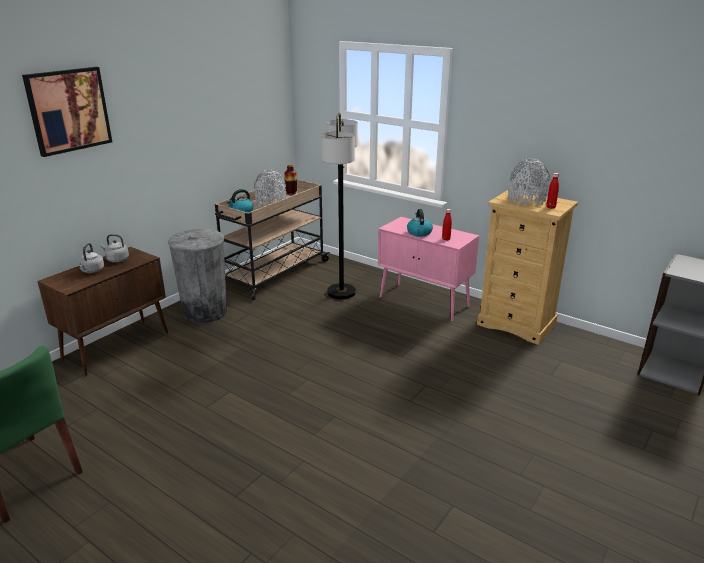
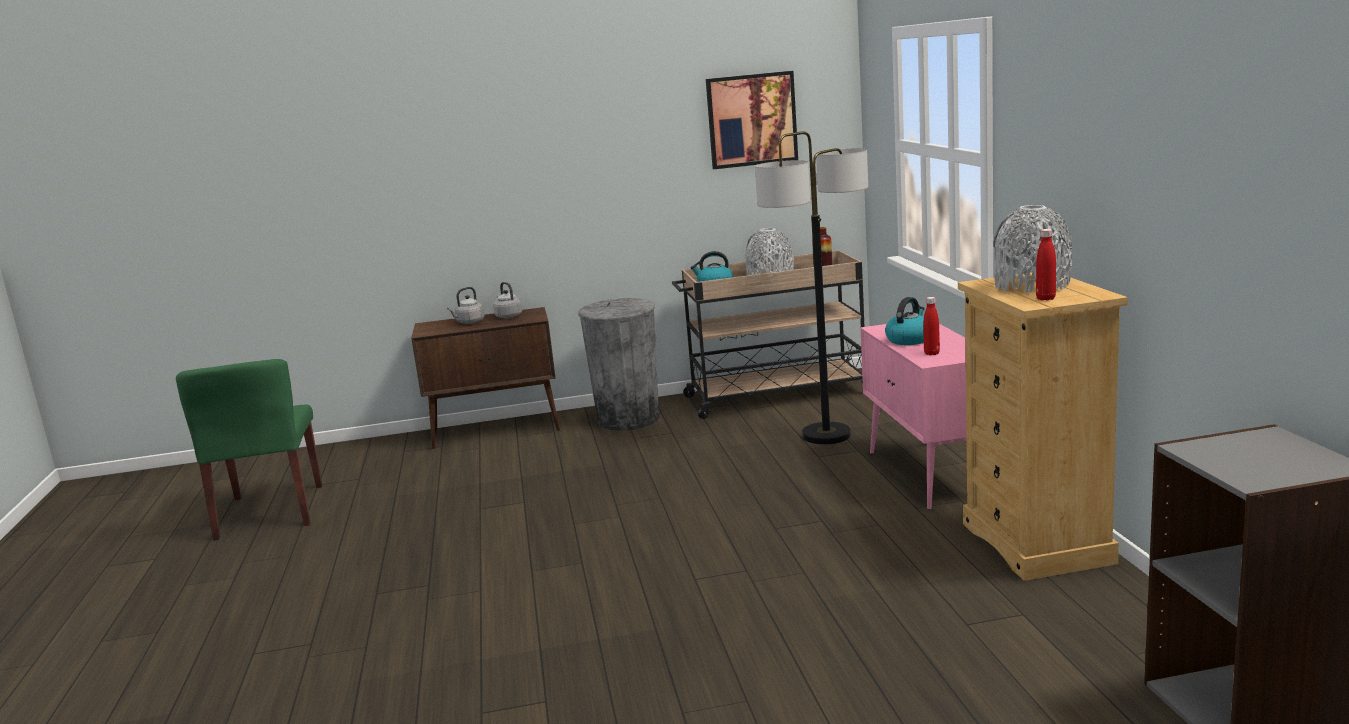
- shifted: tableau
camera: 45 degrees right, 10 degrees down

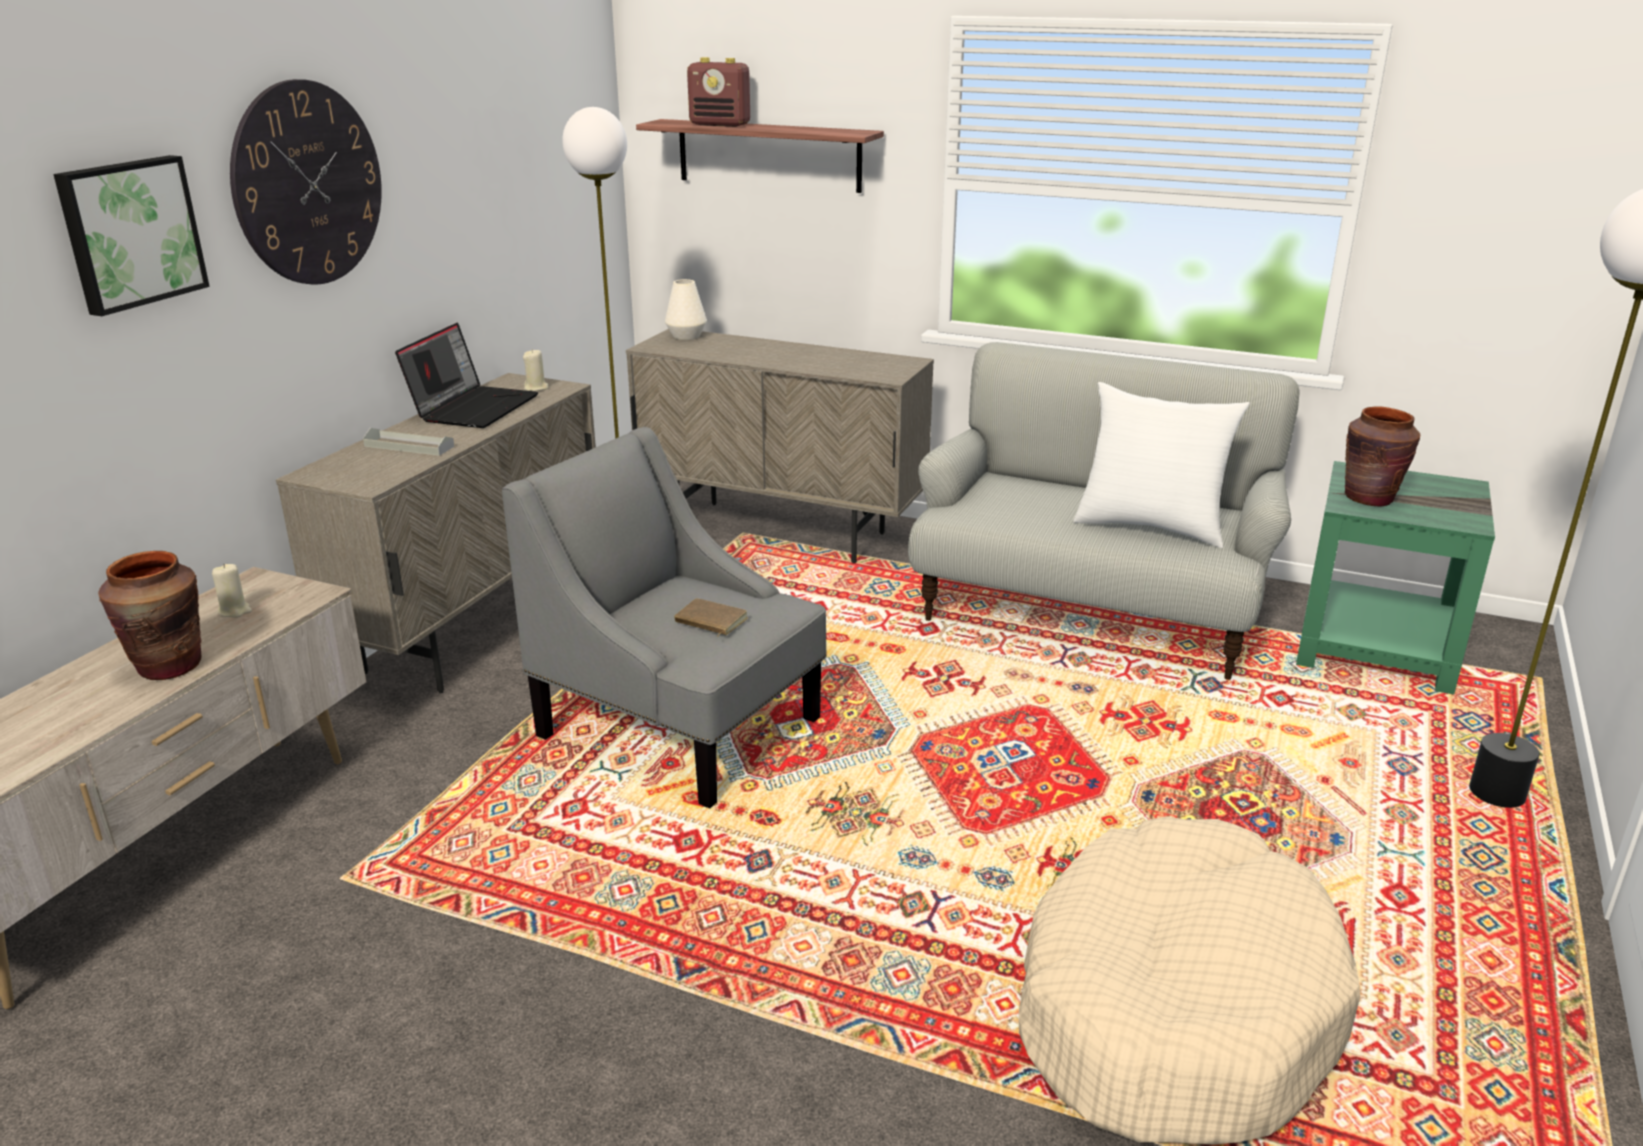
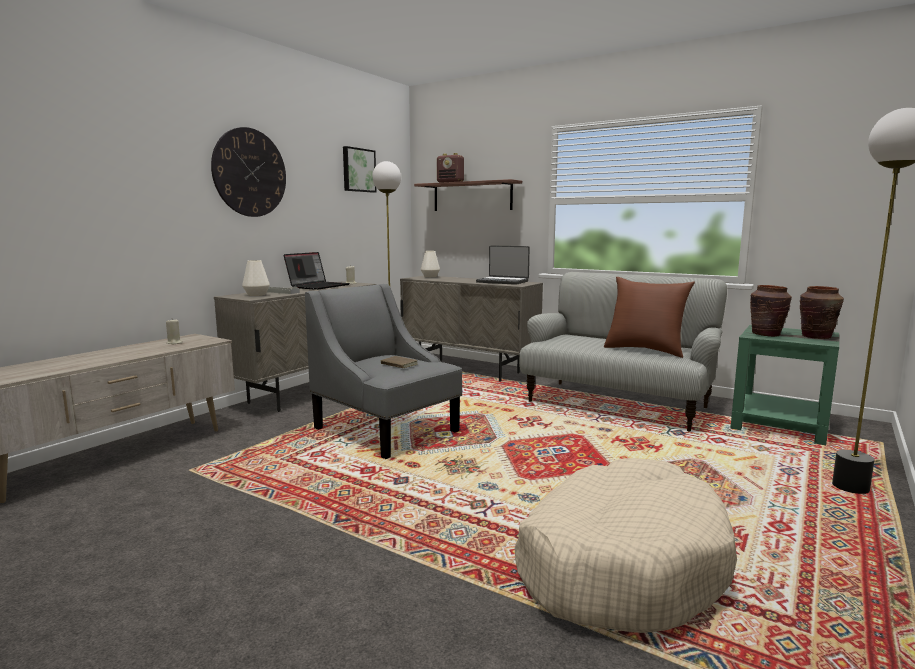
- shifted: tableau
- repainted: coussin/blanc to coussin/marron
- shifted: vase/marron (no. 1 from left in the first image) to vase/marron (no. 2 from left)
- new: ordinateur portable (no. 2 from left)
- new: vase/blanc (no. 1 from left)
camera: 10 degrees right, 15 degrees down

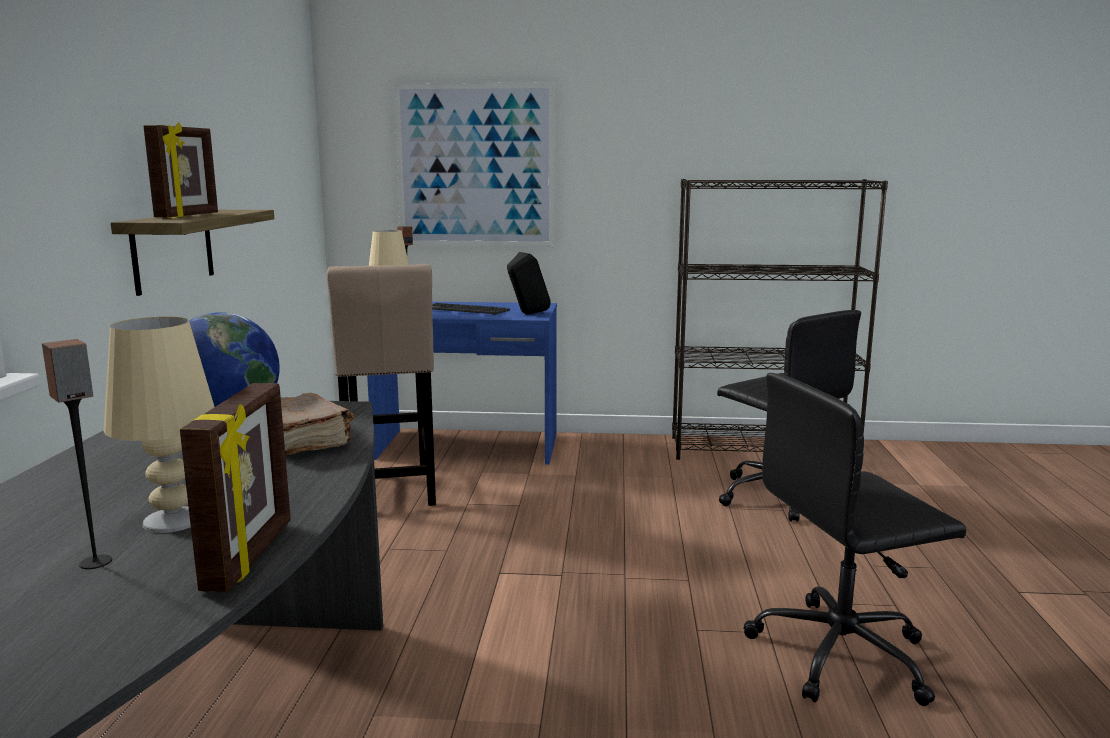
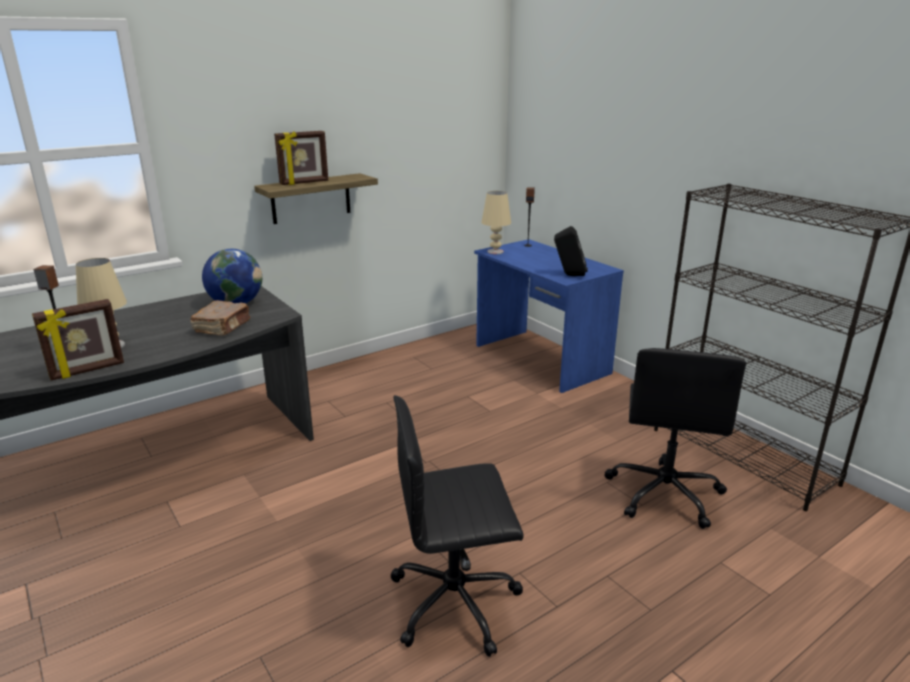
- gone: tableau
- gone: tabouret/beige
- gone: clavier
- rotated: chaise de bureau/noir (no. 2 from left in the first image) 45 degrees counterclockwise
camera: 50 degrees right, 10 degrees up

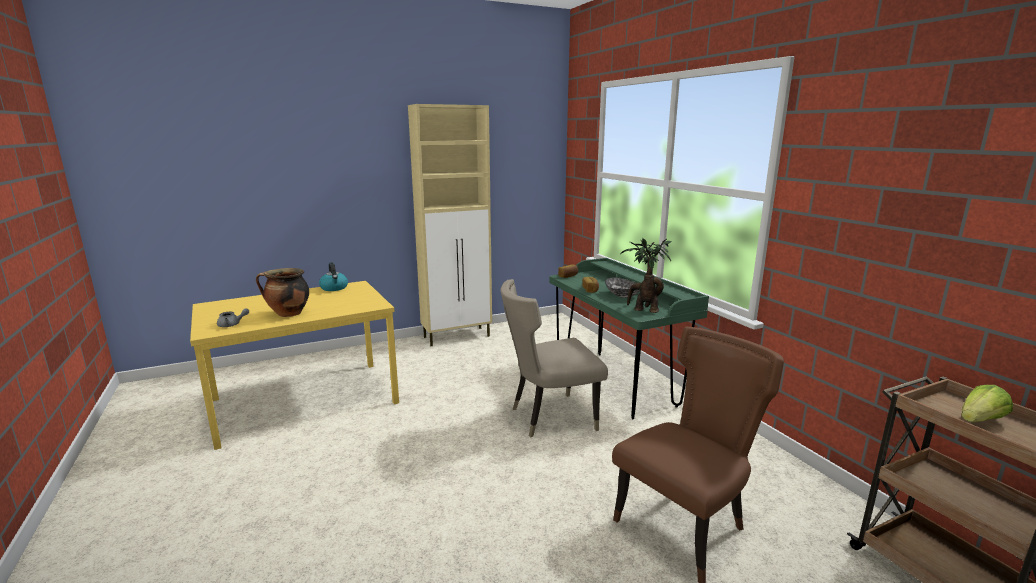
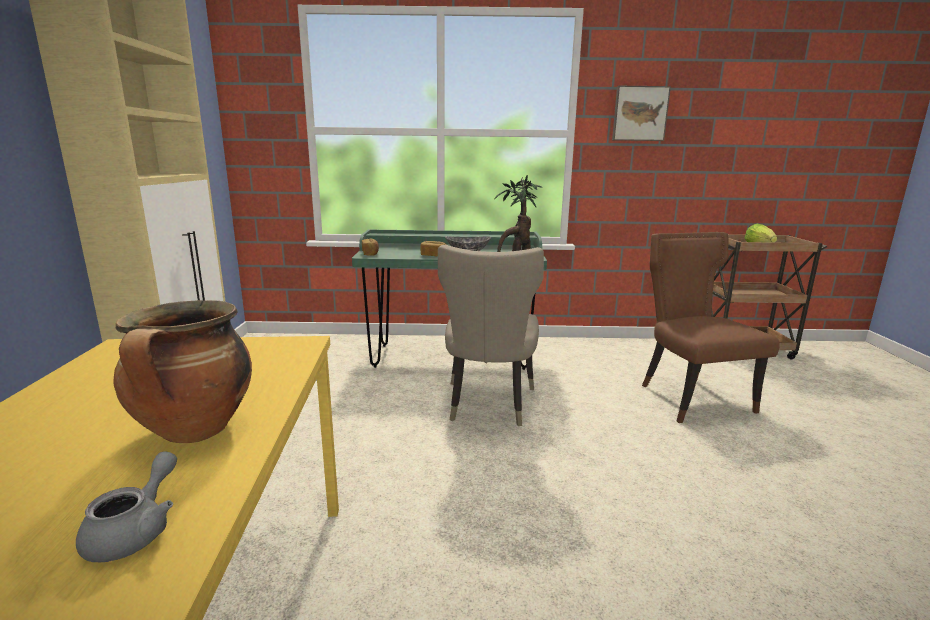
- gone: bouilloire
- new: tableau
camera: 65 degrees left, 0 degrees up

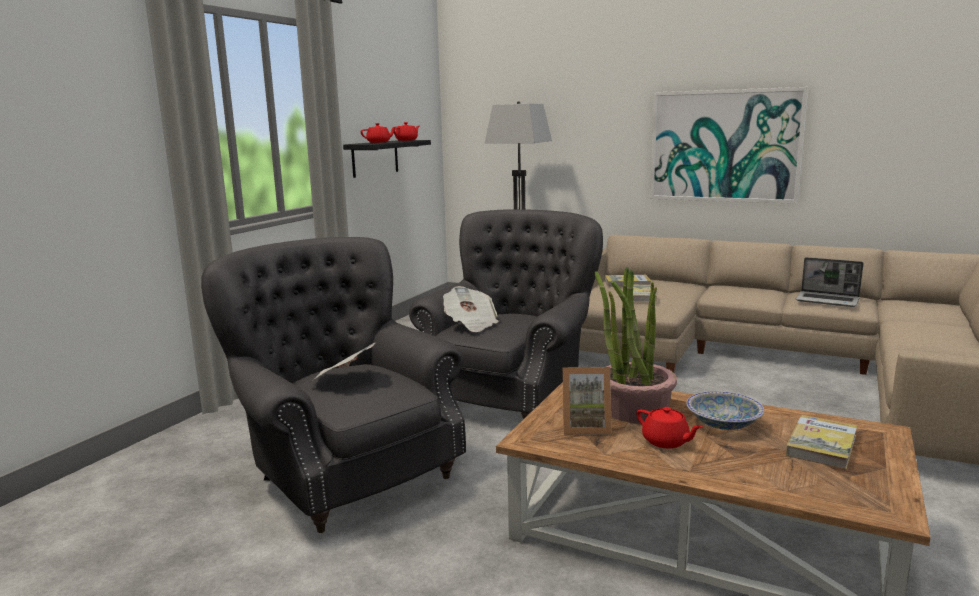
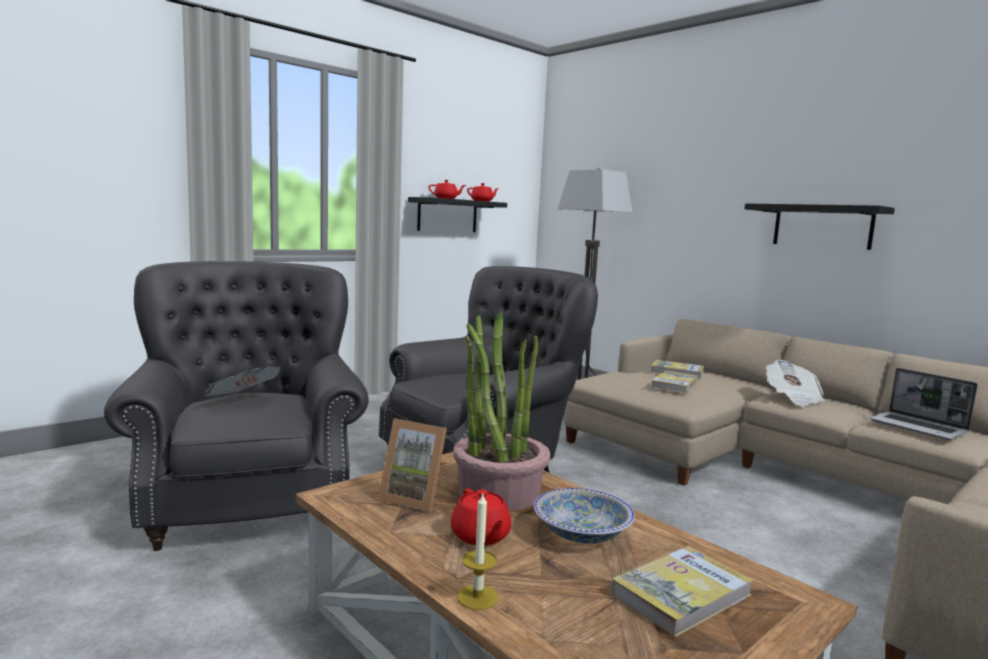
- swapped: tableau to étagère/noir (no. 2 from left)
- shifted: journal (no. 2 from left)
- new: bougie
camera: 20 degrees right, 5 degrees down

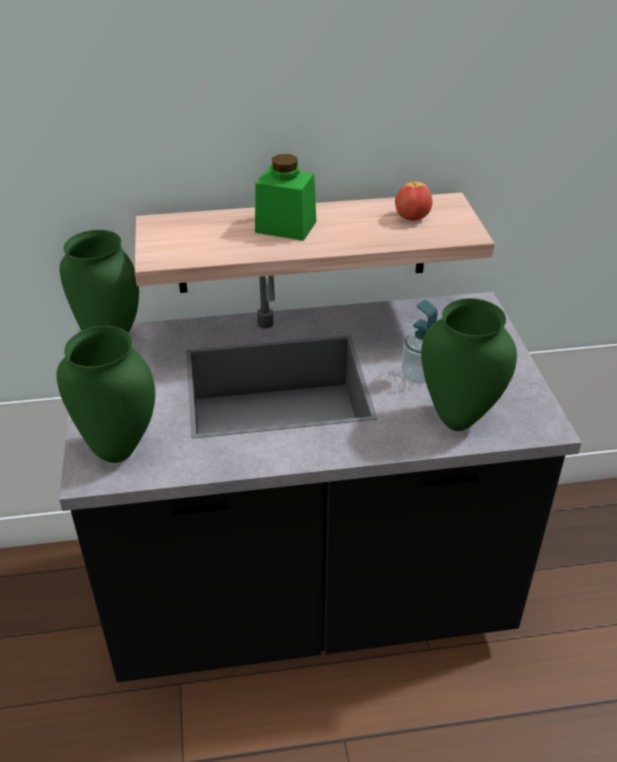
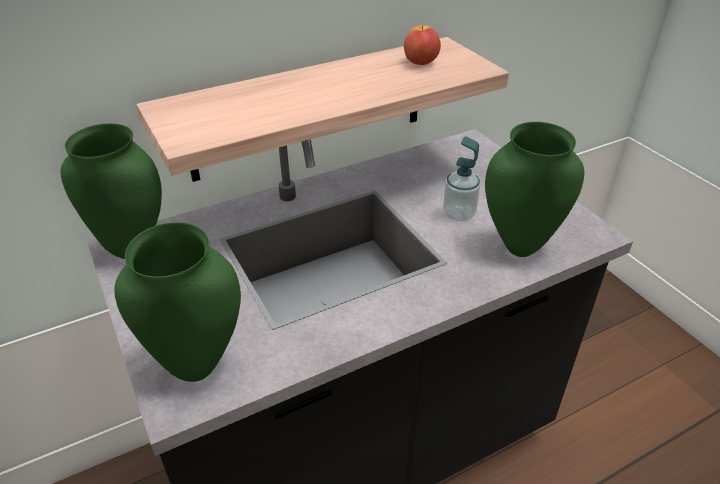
- gone: bocal/vert
camera: 20 degrees left, 0 degrees up

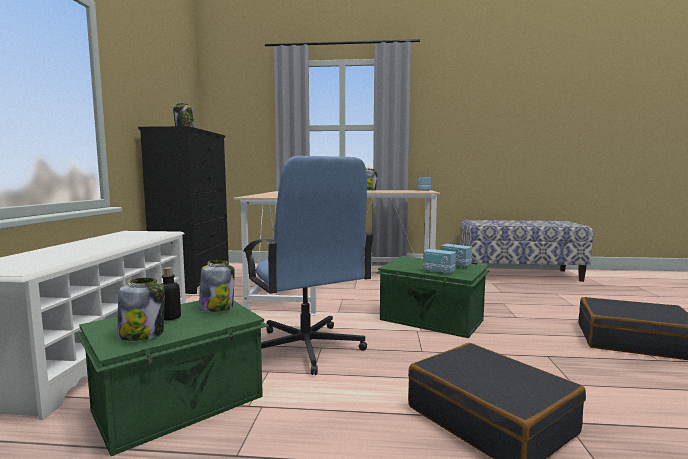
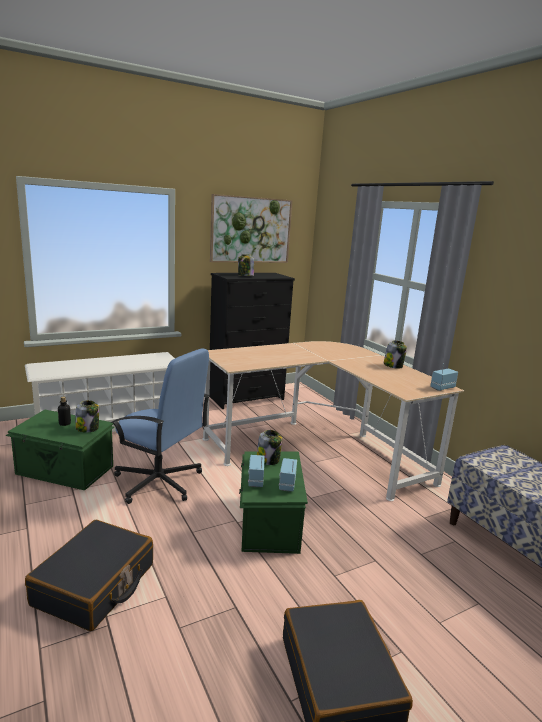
- rotated: chaise de bureau/bleu 90 degrees counterclockwise
- shifted: bocal (no. 1 from left in the first image) to bocal (no. 3 from left)
- new: tableau
camera: 55 degrees right, 10 degrees up

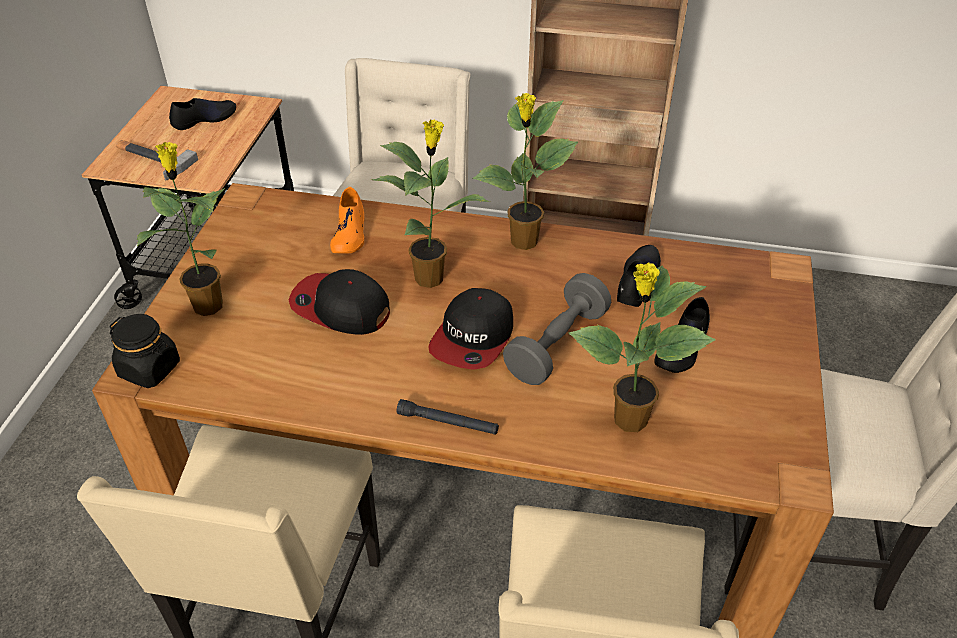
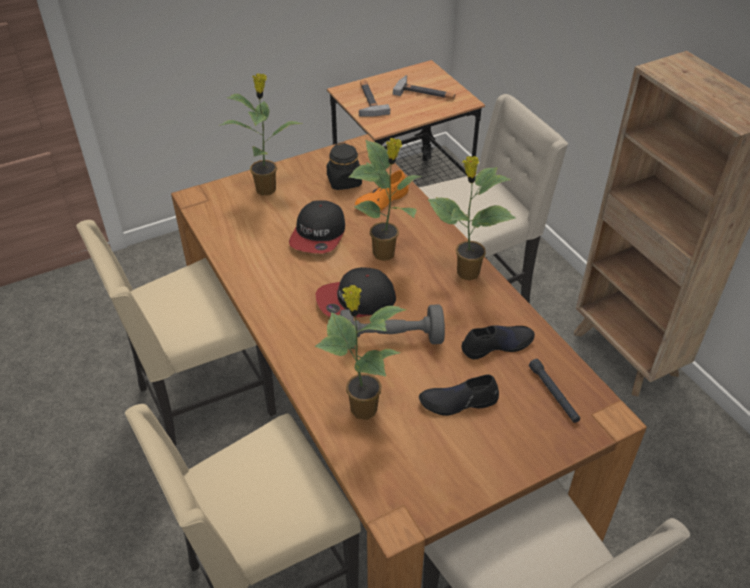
- swapped: chaussure/noir (no. 1 from left) to marteau (no. 2 from left)
- rotated: casquette (no. 1 from left) 150 degrees counterclockwise
- shifted: bocal/noir
- shifted: lampe de poche/noir
camera: 50 degrees right, 0 degrees up

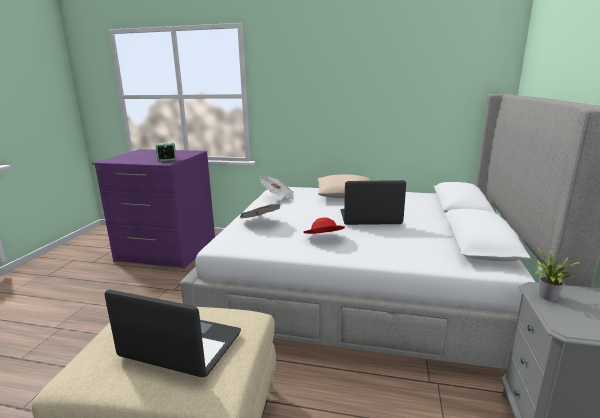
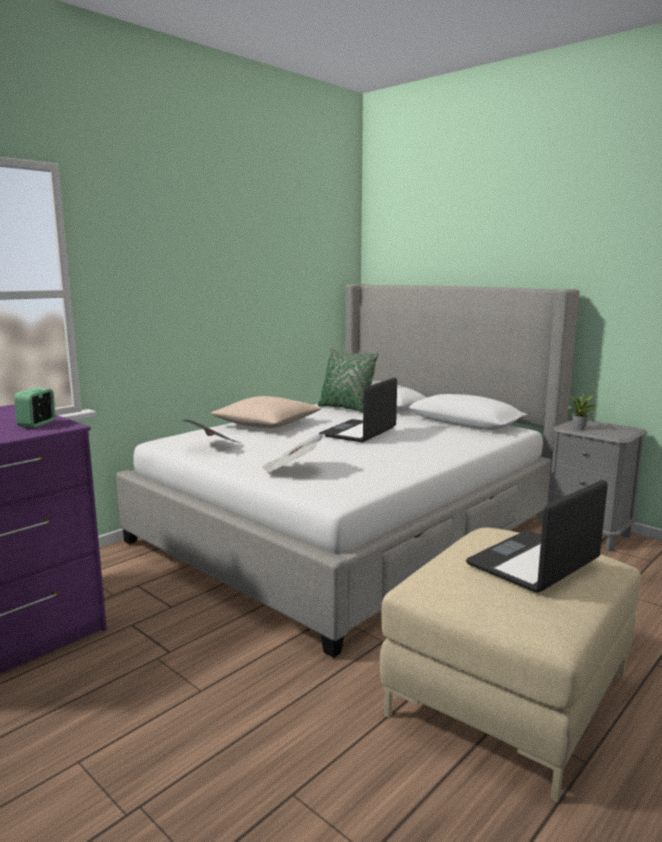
- gone: chapeau/rouge
- new: coussin/vert
camera: 60 degrees left, 5 degrees down

